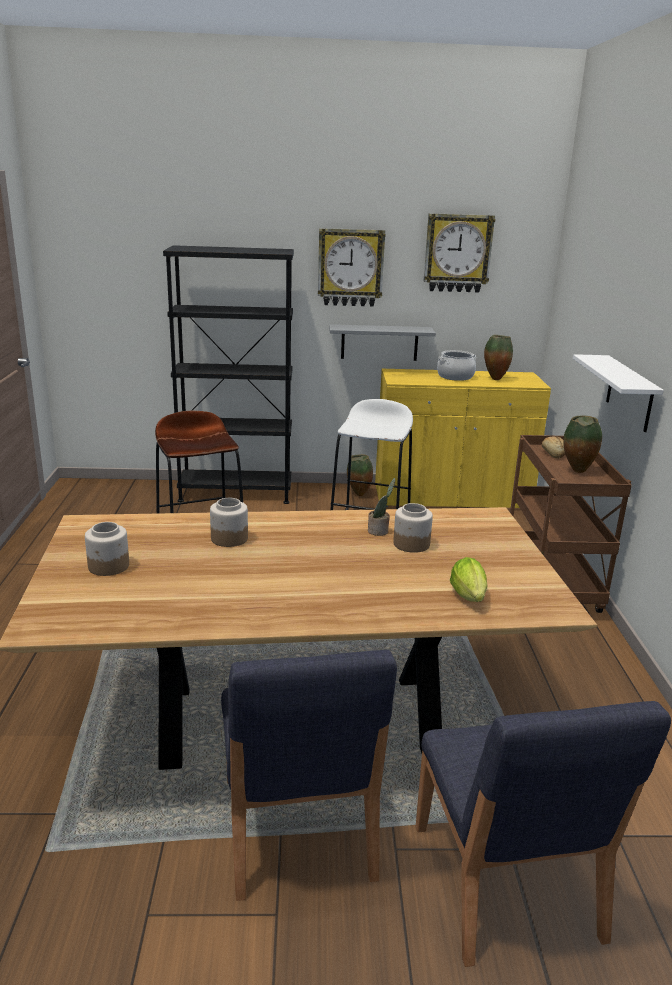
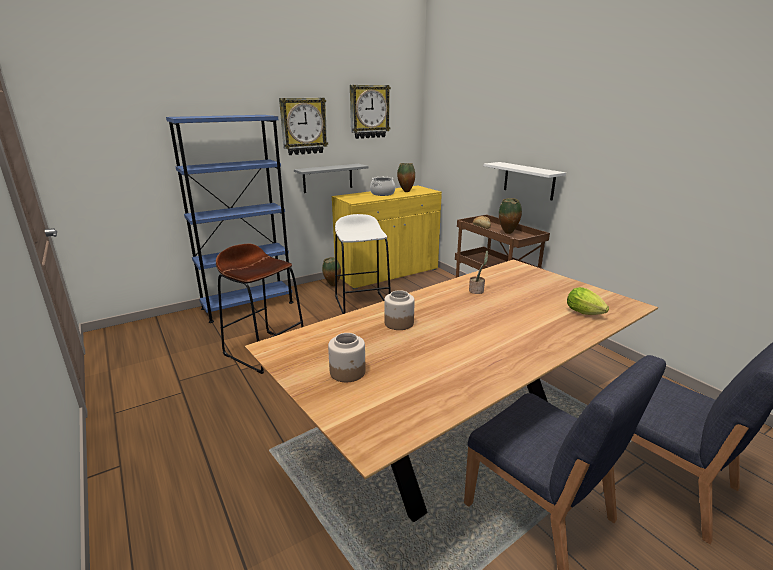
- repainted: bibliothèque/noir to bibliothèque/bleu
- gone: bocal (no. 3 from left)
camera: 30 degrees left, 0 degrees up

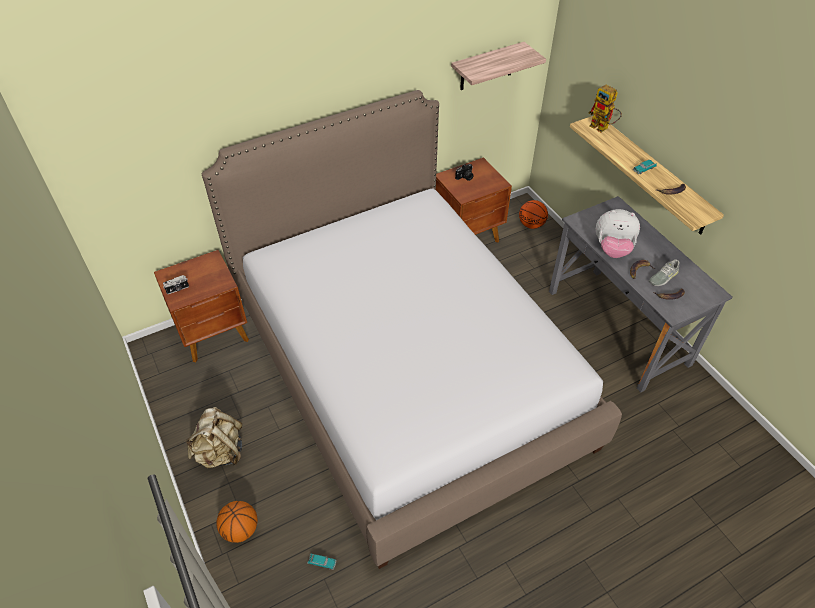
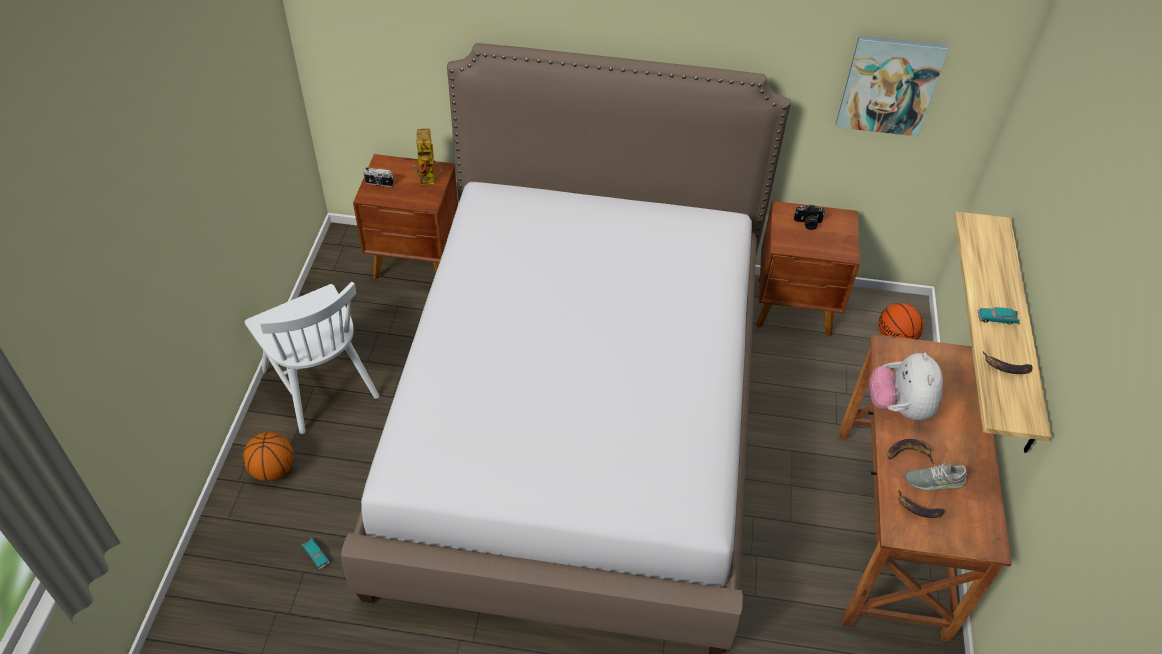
- swapped: étagère (no. 1 from left) to tableau
- shifted: robot jouet
- repainted: bureau/gris to bureau/marron
- rotated: peluche 45 degrees clockwise
- swapped: sac à dos/beige to chaise/blanc
camera: 35 degrees right, 0 degrees up

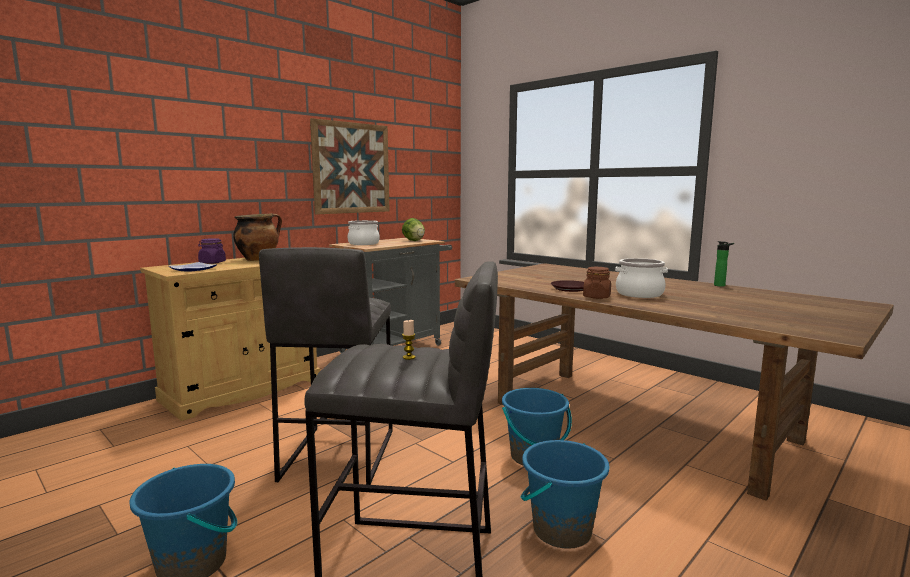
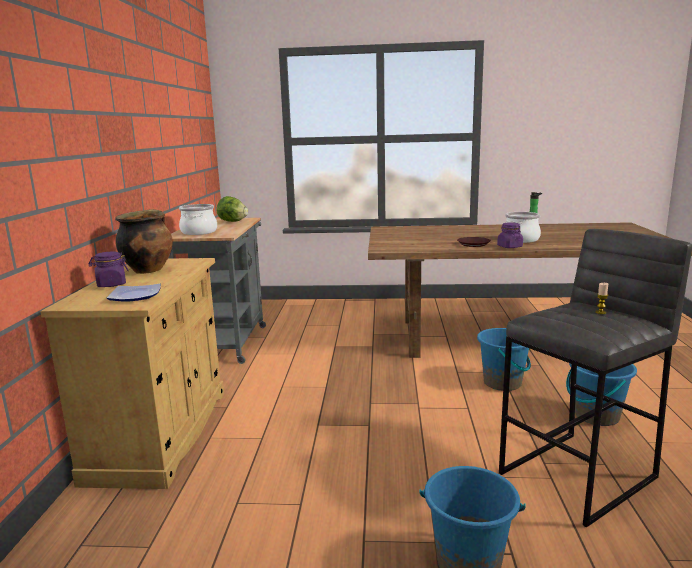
- gone: tableau
- gone: tabouret/gris (no. 1 from left)
- repainted: bocal/marron to bocal/violet (no. 2 from left)
camera: 40 degrees left, 5 degrees up

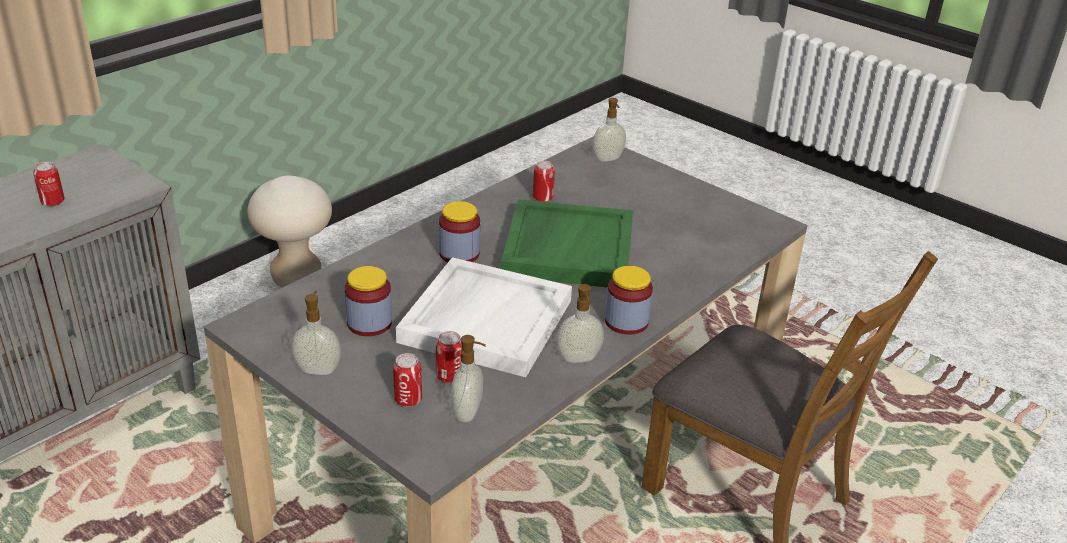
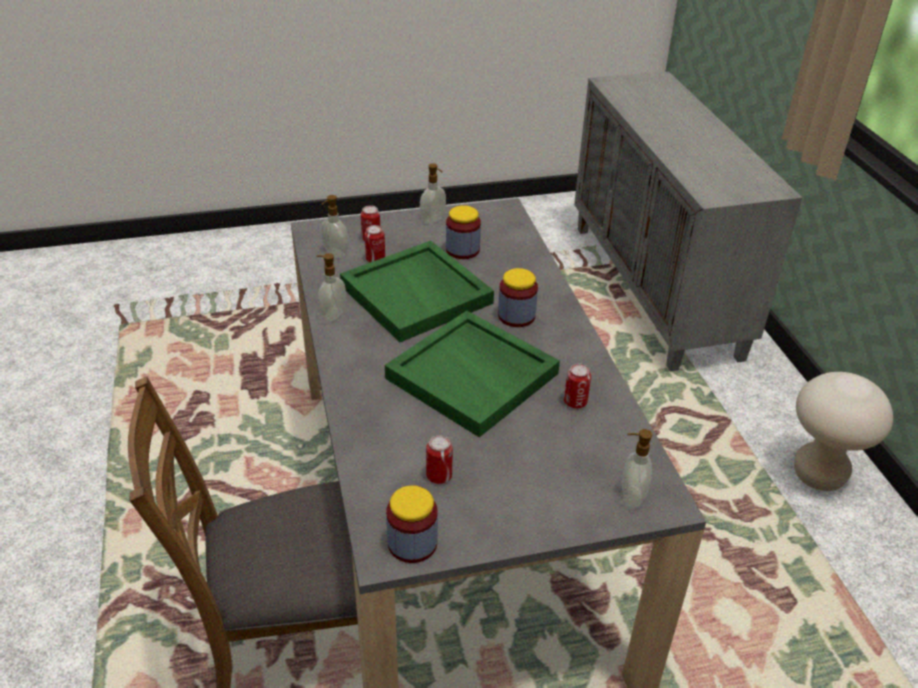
- shifted: boîte métallique (no. 1 from left in the first image) to boîte métallique (no. 3 from left)
- repainted: plateau/blanc to plateau/vert (no. 1 from left)
- shifted: bocal (no. 3 from left in the first image) to bocal (no. 1 from left)
camera: 125 degrees right, 5 degrees up

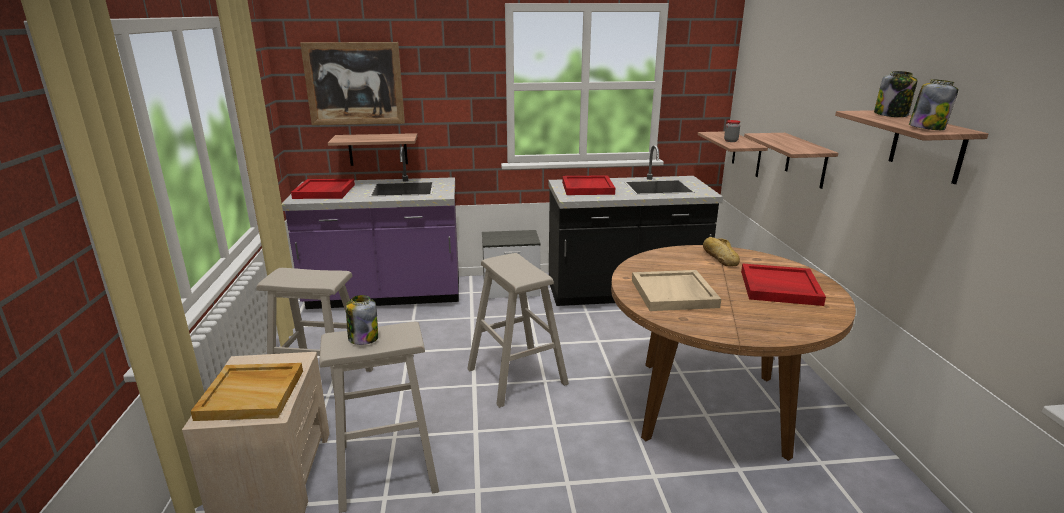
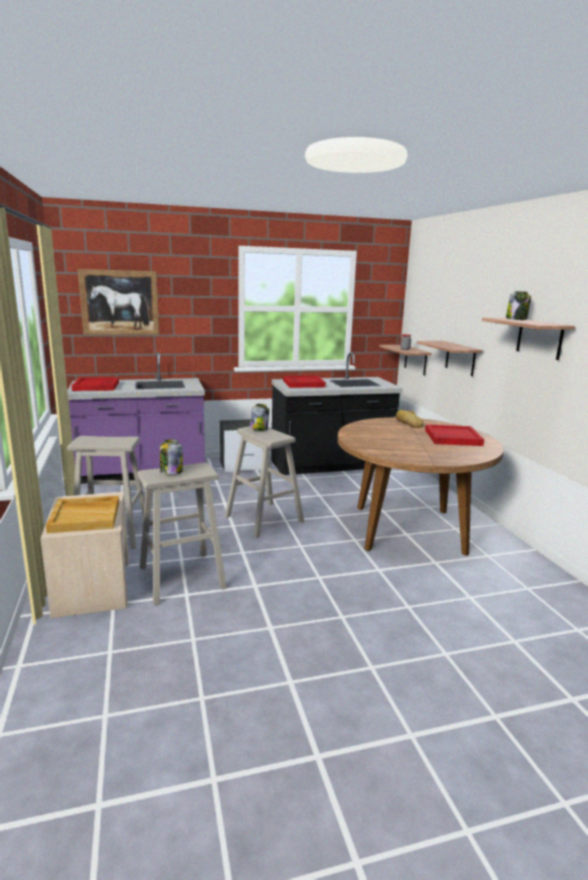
- shifted: bocal (no. 4 from left in the first image) to bocal (no. 2 from left)
- gone: étagère (no. 1 from left)
- gone: plateau/beige (no. 2 from left)
camera: 10 degrees left, 5 degrees down

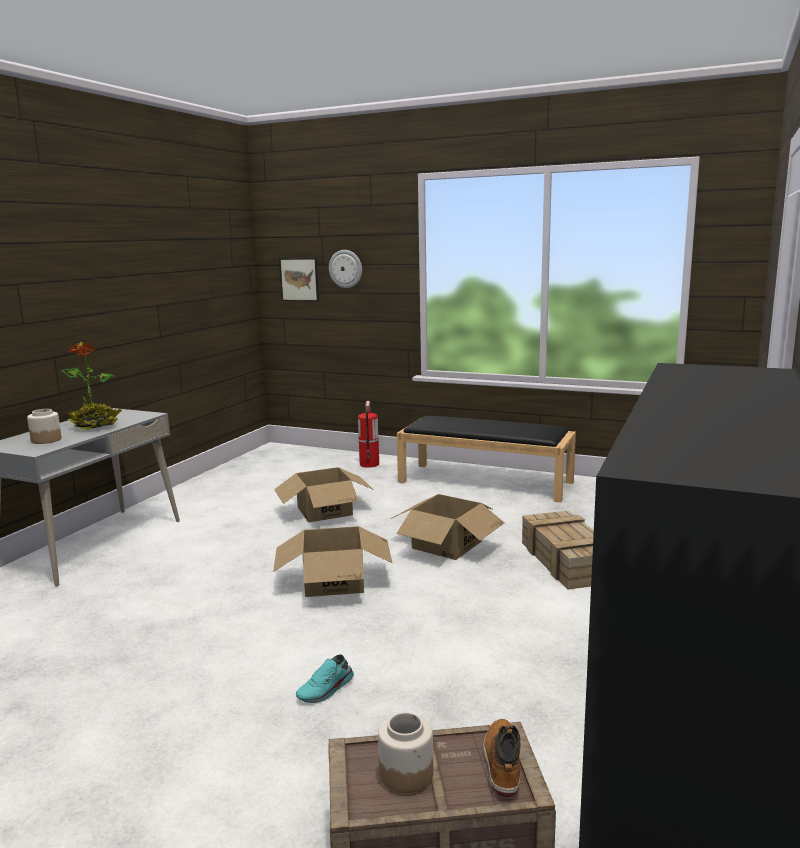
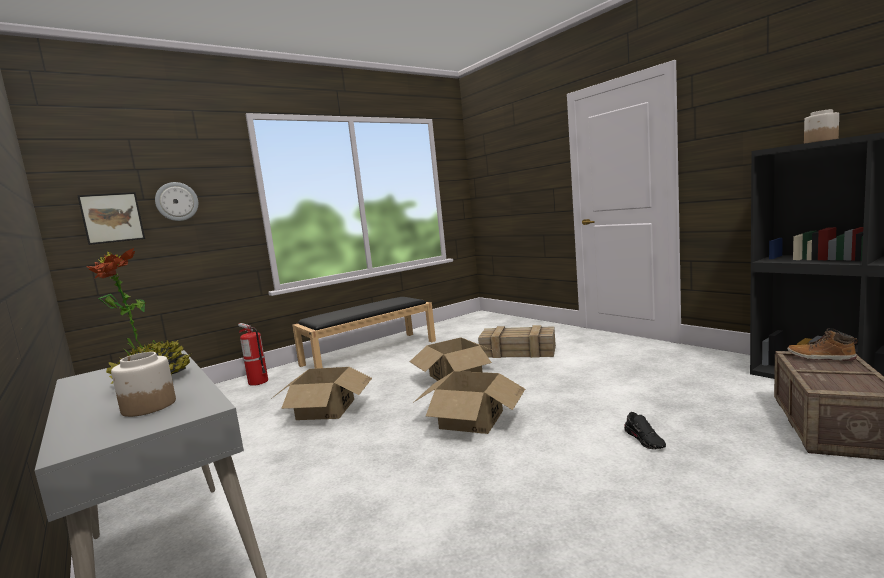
- repainted: chaussure/turquoise to chaussure/noir
- shifted: bocal (no. 2 from left)
camera: 60 degrees left, 5 degrees down

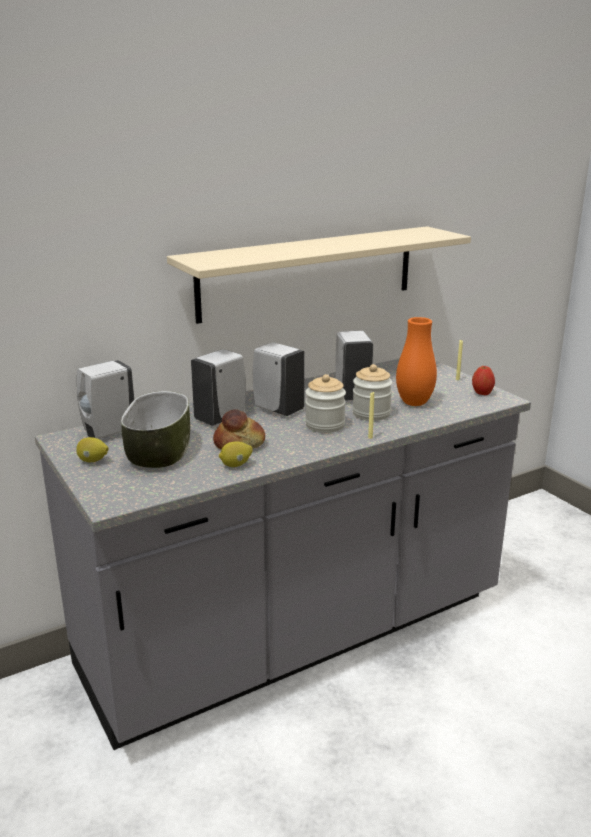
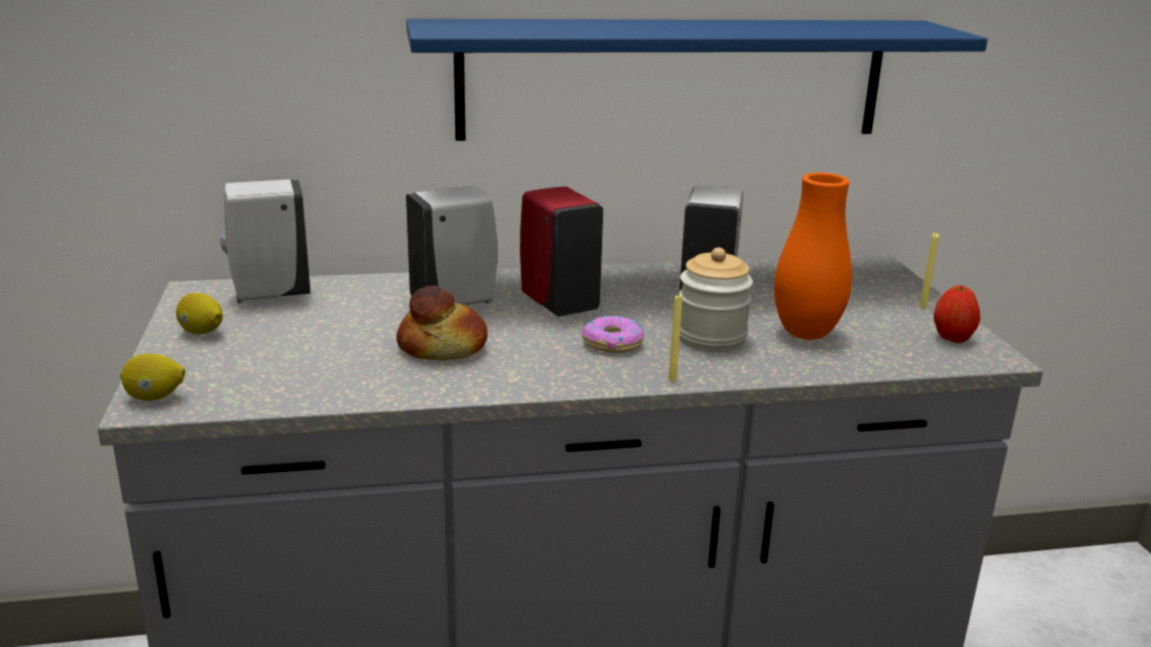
- repainted: étagère/beige to étagère/bleu
- repainted: distributeur de savon/blanc (no. 3 from left) to distributeur de savon/rouge
- swapped: bocal (no. 1 from left) to beignet
- gone: bol
- shifted: citron (no. 2 from left in the first image) to citron (no. 1 from left)
camera: 20 degrees right, 0 degrees up

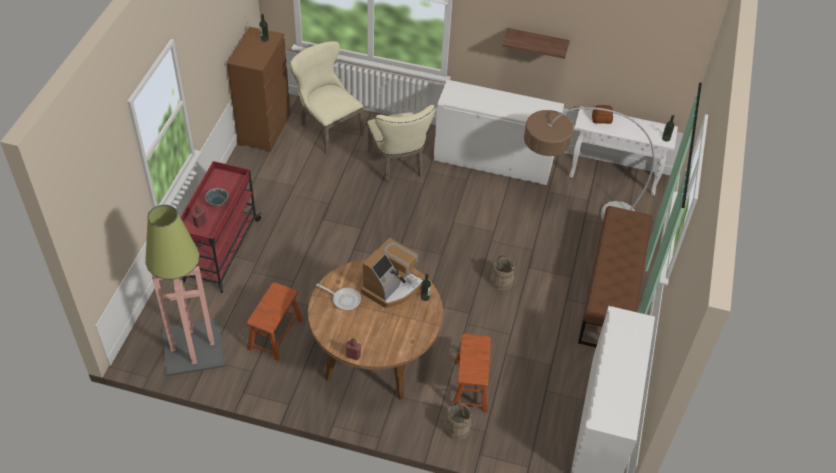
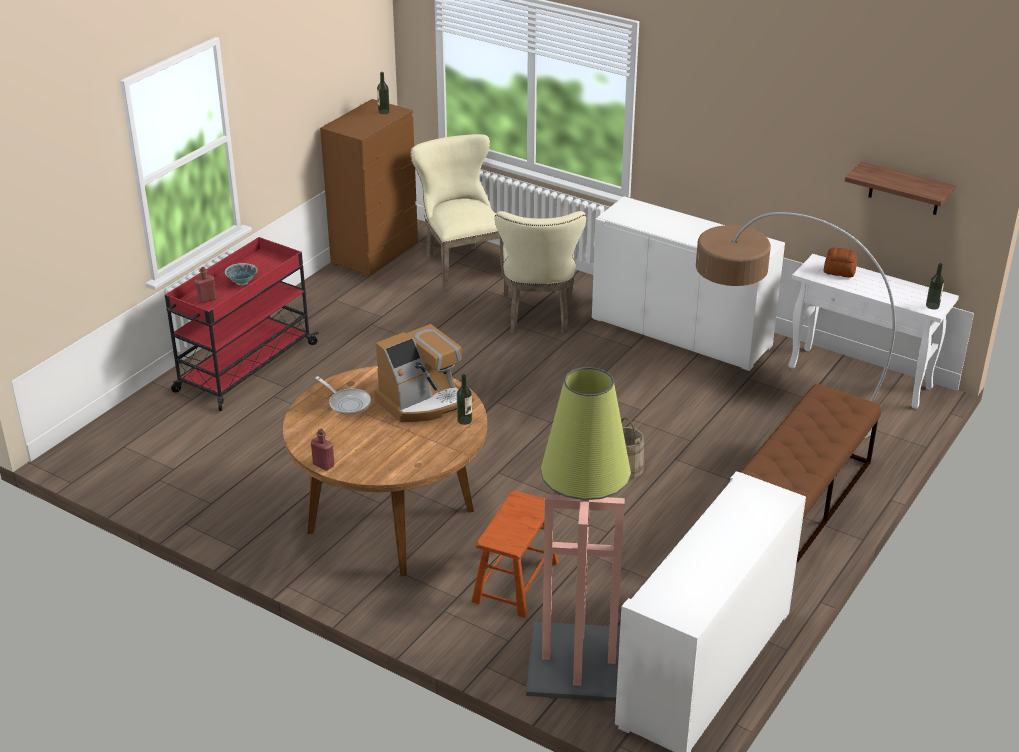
- shifted: étagère
- shifted: lampadaire (no. 1 from left)
- gone: tabouret/marron (no. 1 from left)
- gone: seau/beige (no. 1 from left)
camera: 20 degrees right, 15 degrees down

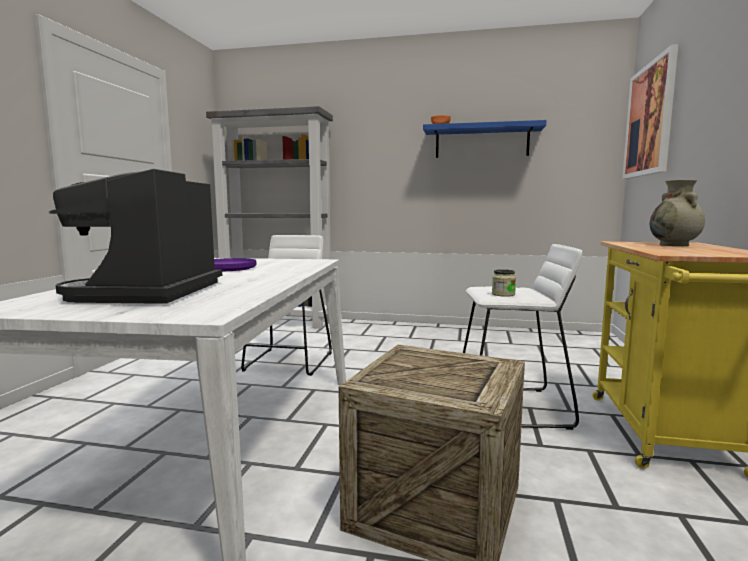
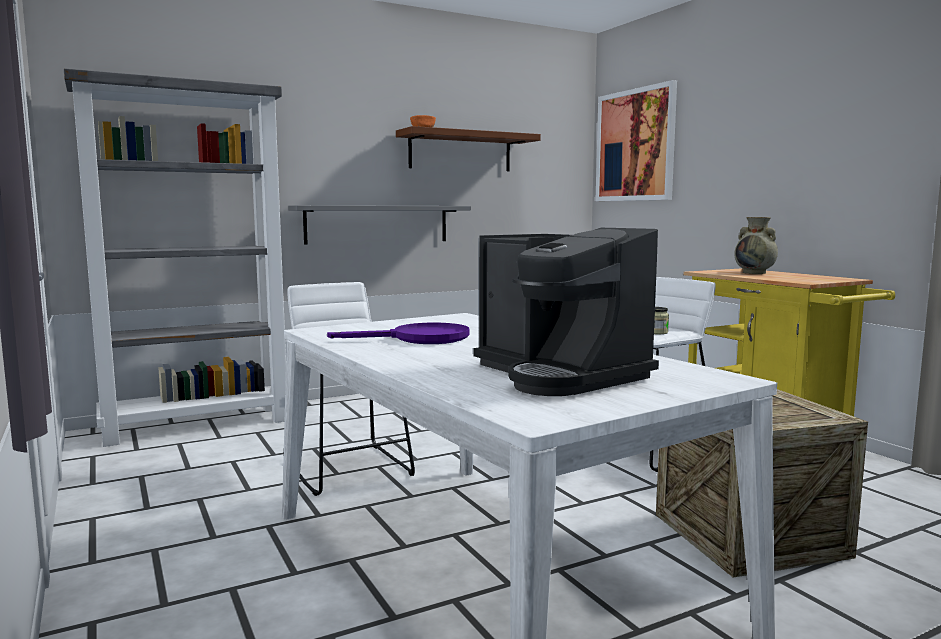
- repainted: étagère/bleu to étagère/marron
- new: étagère/gris
camera: 40 degrees left, 0 degrees up

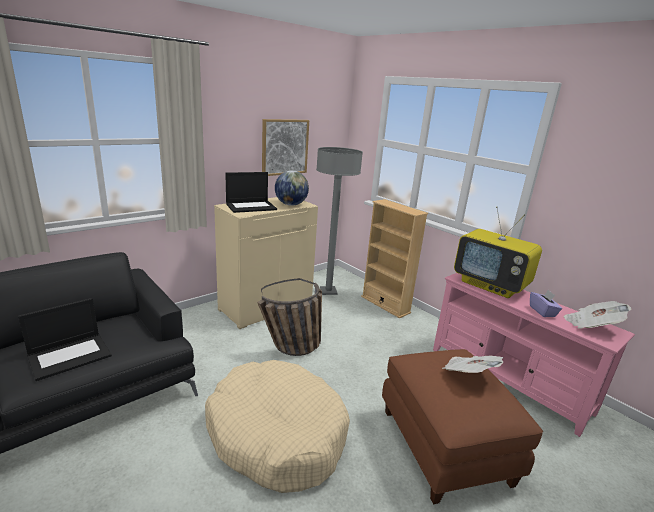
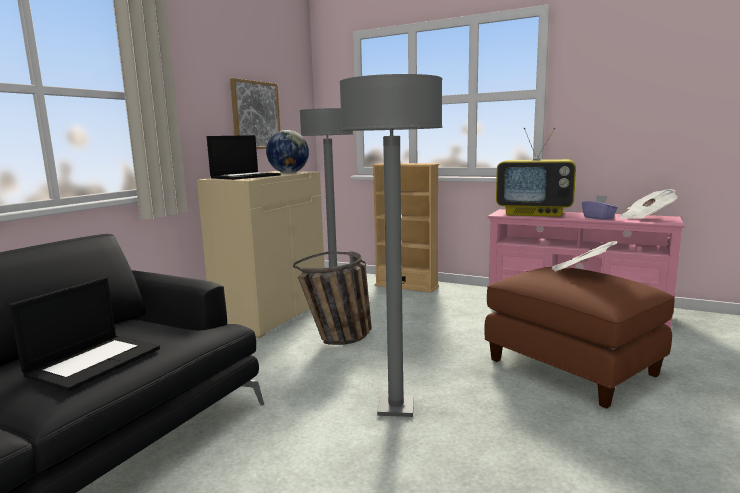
- swapped: panier pour chien/beige to lampadaire/gris (no. 2 from left)
camera: 20 degrees left, 10 degrees down

